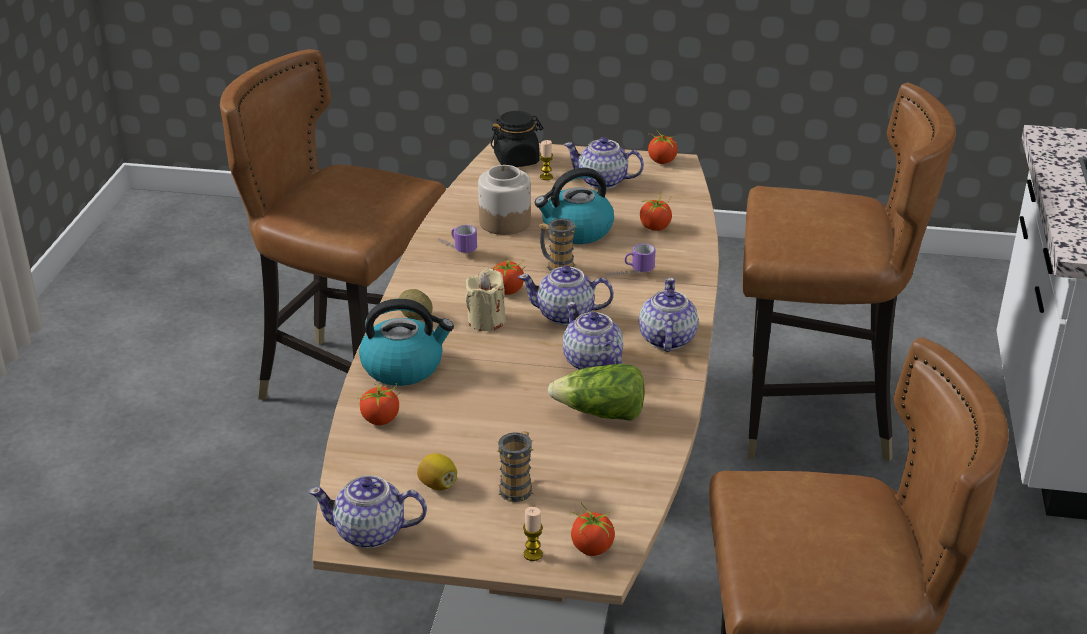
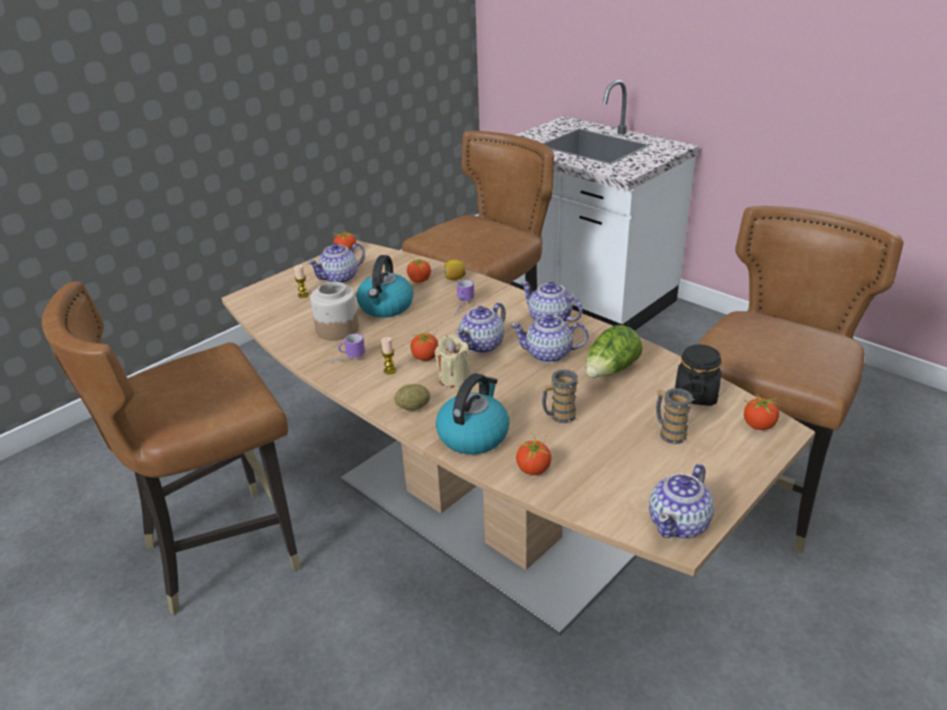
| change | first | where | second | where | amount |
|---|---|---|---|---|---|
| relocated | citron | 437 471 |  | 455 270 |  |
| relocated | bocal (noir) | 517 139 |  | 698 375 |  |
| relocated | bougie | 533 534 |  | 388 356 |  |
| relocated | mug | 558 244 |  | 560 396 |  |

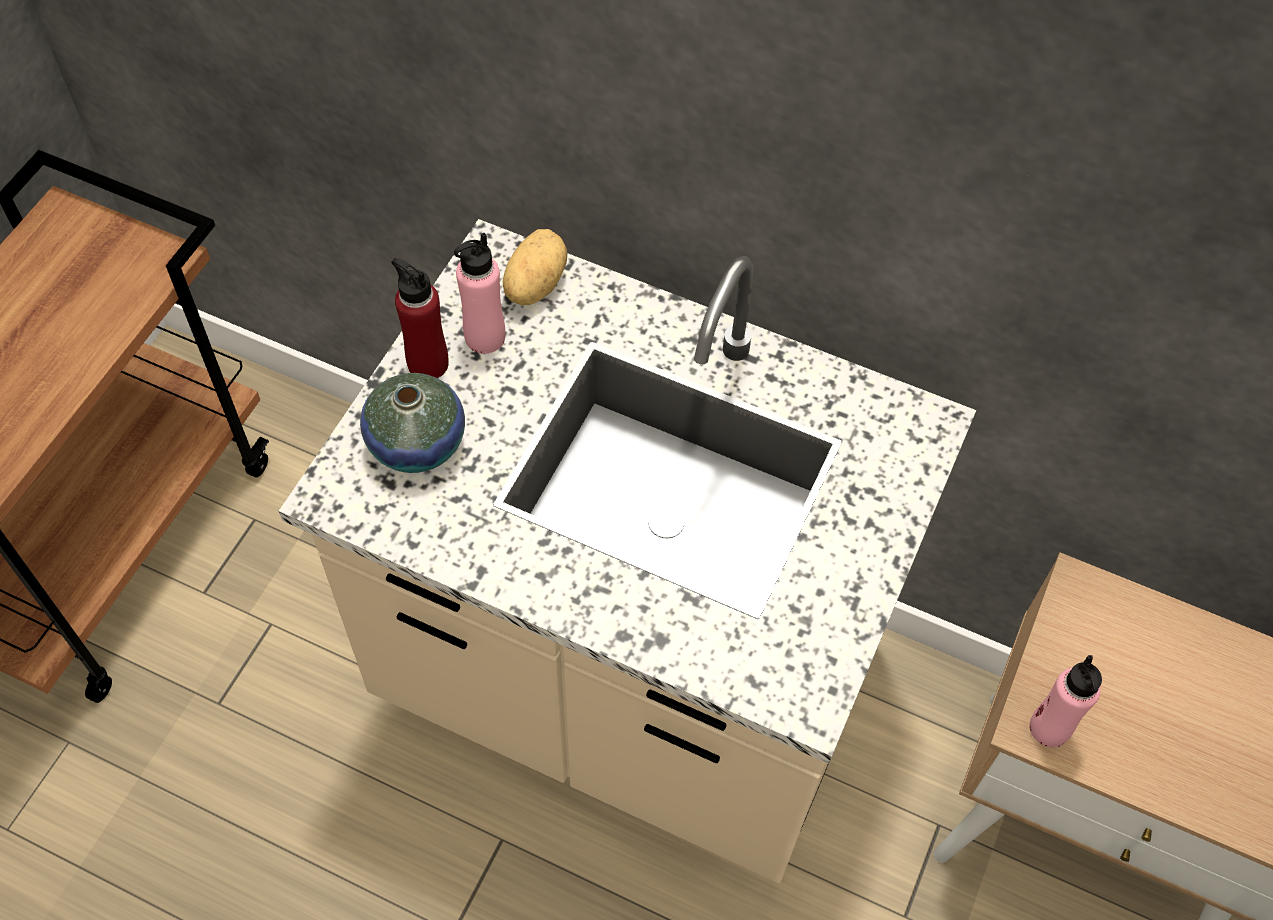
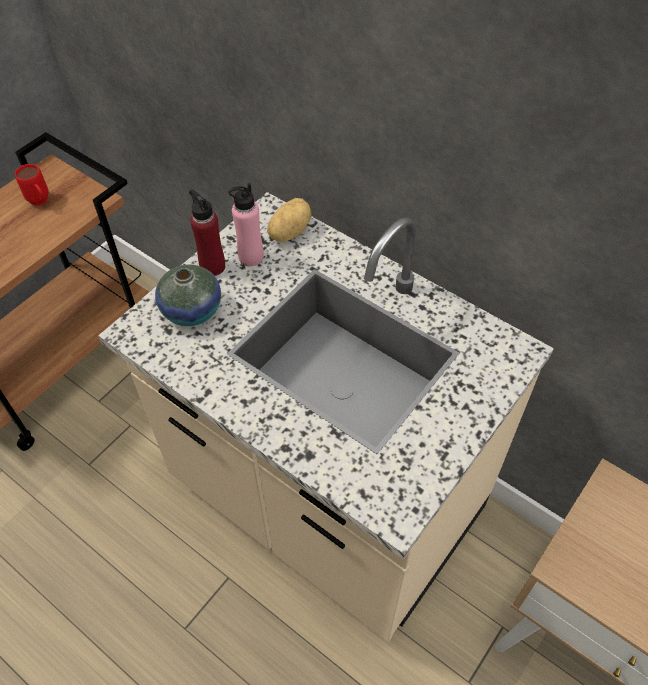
| change | first | where | second | where | amount |
|---|---|---|---|---|---|
| missing | bouteille (rose) | 1066 701 |  |  |  |
| appeared |  |  | mug (rouge) | 32 184 |  |

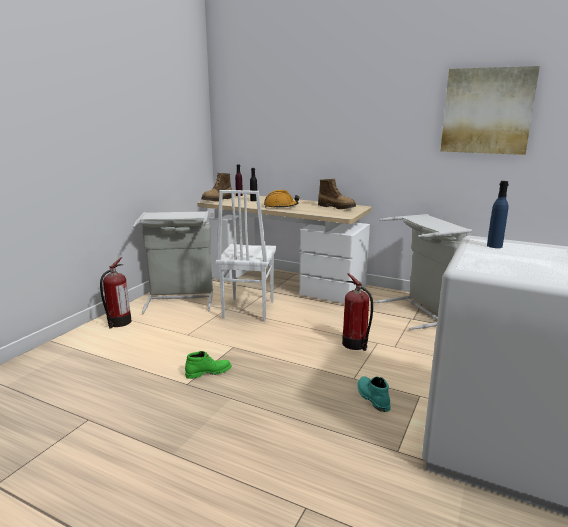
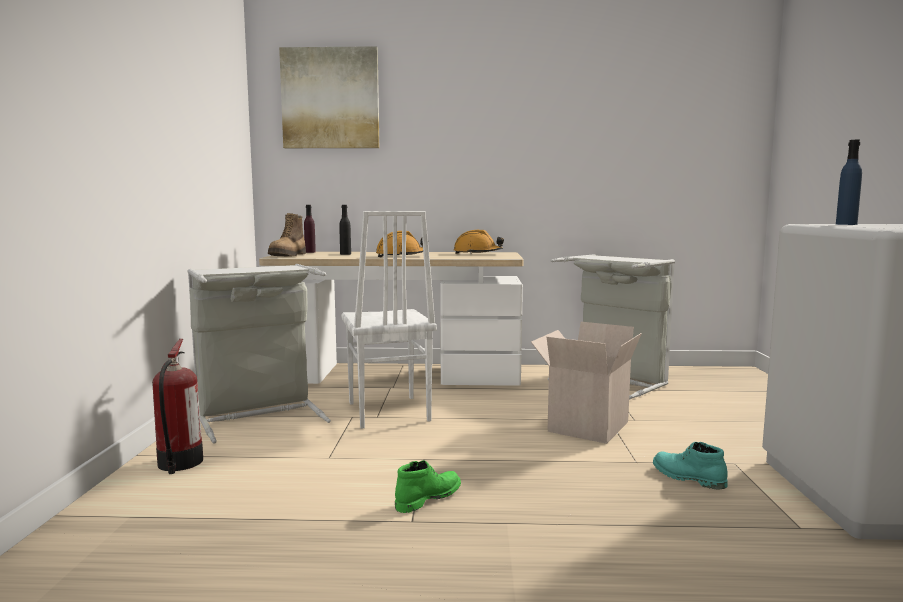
| change | first | where | second | where | amount |
|---|---|---|---|---|---|
| exchanged | botte | 337 193 | casque de chantier (orange) | 479 242 |  |
| exchanged | extincteur | 357 312 | carton | 586 383 |  |
| relocated | tableau | 490 110 |  | 329 97 |  |

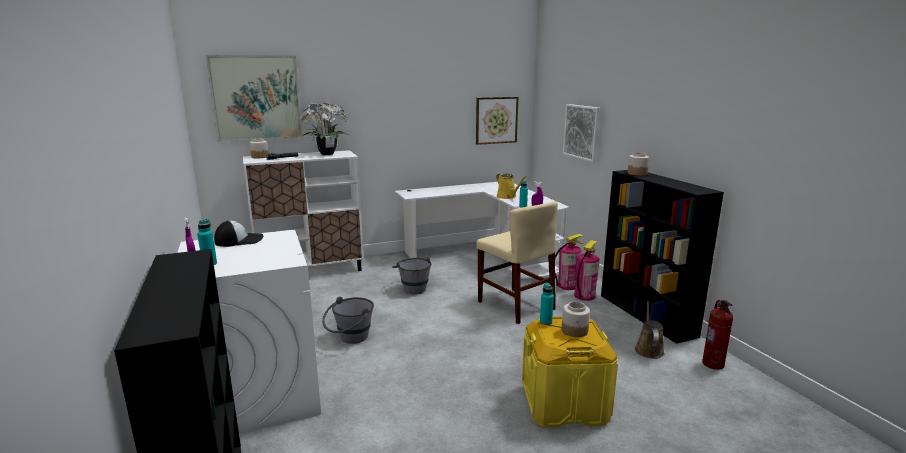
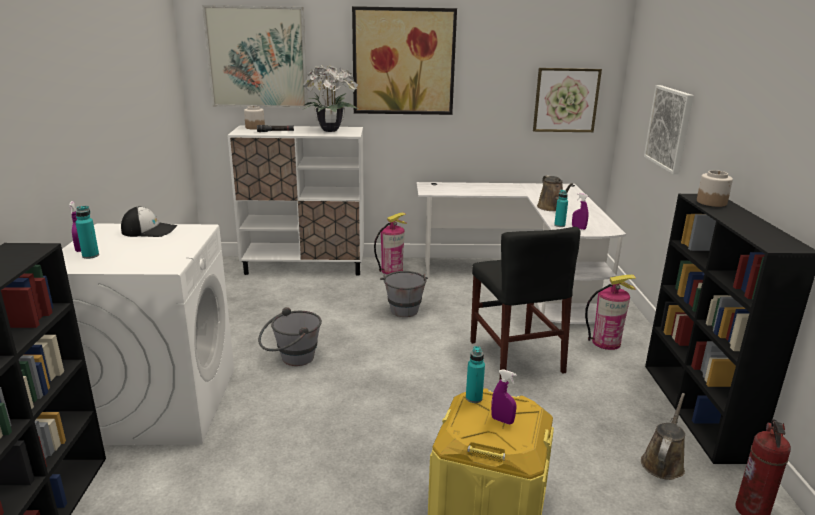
| change | first | where | second | where | amount |
|---|---|---|---|---|---|
| colour | chaise (beige) | 517 262 | chaise (noir) | 525 303 |  |
| colour | arrosoir (jaune) | 511 186 | arrosoir (marron) | 555 193 |  |
| exchanged | bocal | 576 319 | vaporisateur (violet) | 504 396 |  |
| relocated | extincteur | 587 270 |  | 390 243 |  |
| appeared |  |  | tableau | 404 60 |  |

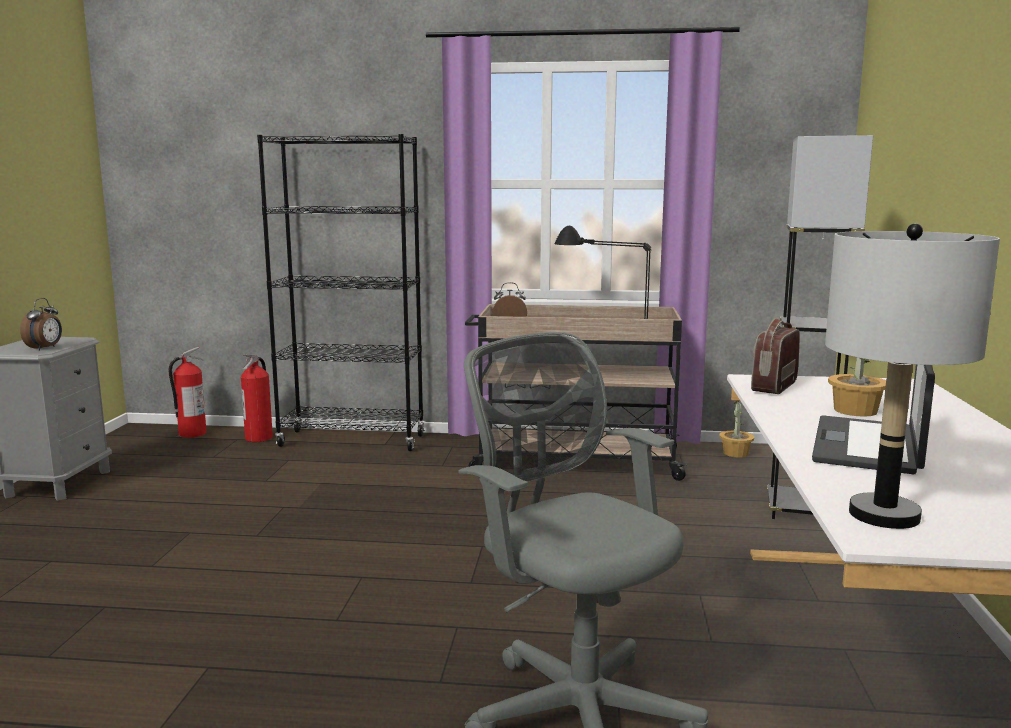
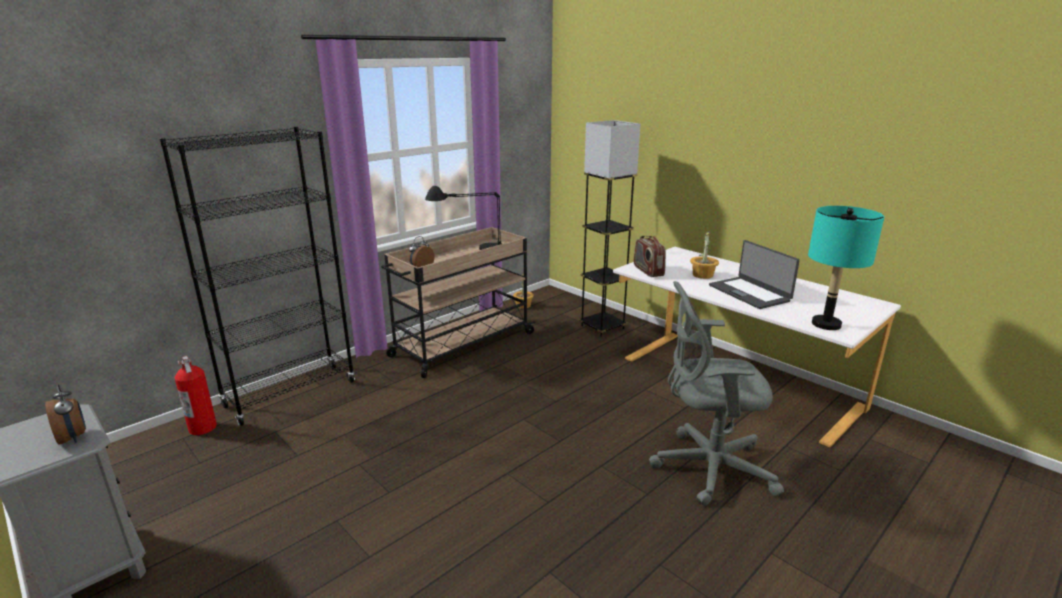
| change | first | where | second | where | amount |
|---|---|---|---|---|---|
| missing | extincteur | 188 392 |  |  |  |
| colour | lampe de table (gris) | 912 376 | lampe de table (turquoise) | 846 268 |  |

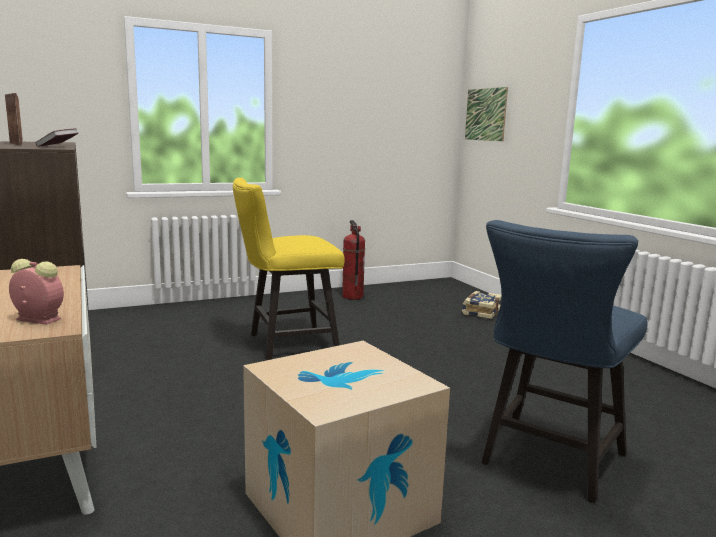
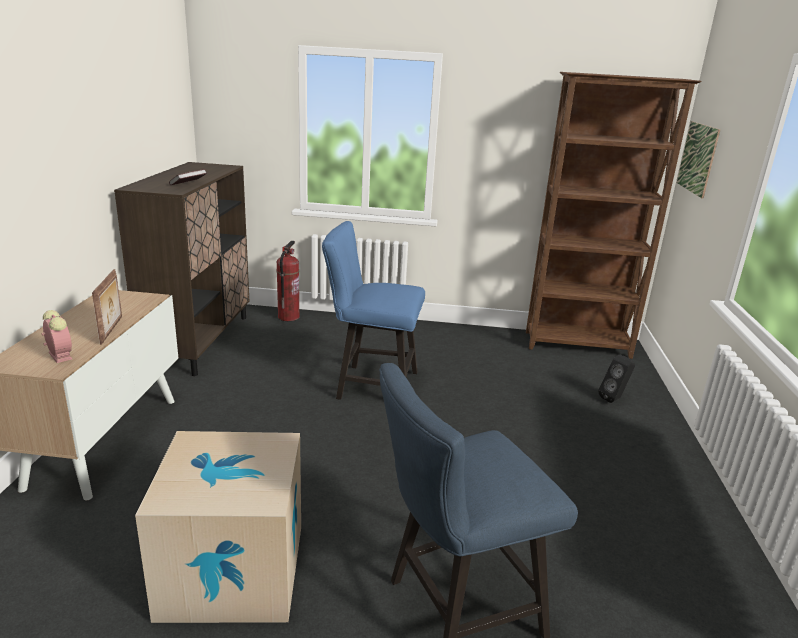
| change | first | where | second | where | amount |
|---|---|---|---|---|---|
| relocated | cadre photo | 14 119 |  | 107 307 |  |
| colour | chaise (jaune) | 289 269 | chaise (bleu) | 373 310 |  |
| relocated | extincteur | 353 260 |  | 287 281 |  |
| exchanged | livre | 481 305 | enceinte (noir) | 616 379 |  |
| appeared |  |  | bibliothèque (marron) | 613 215 |  |

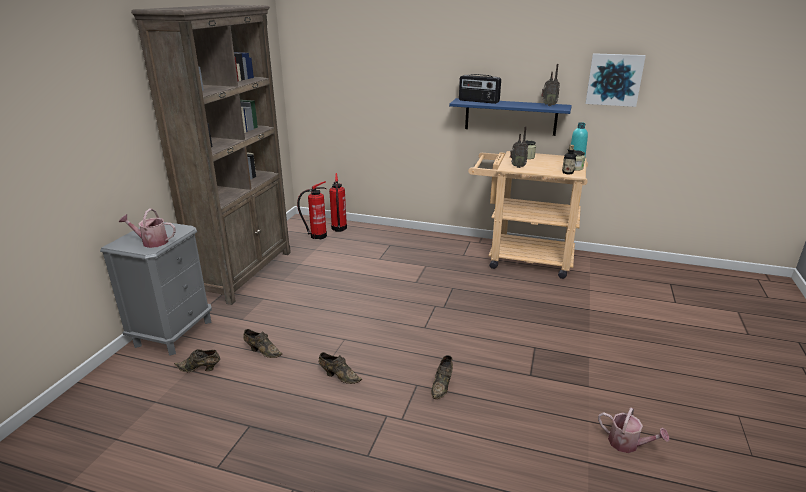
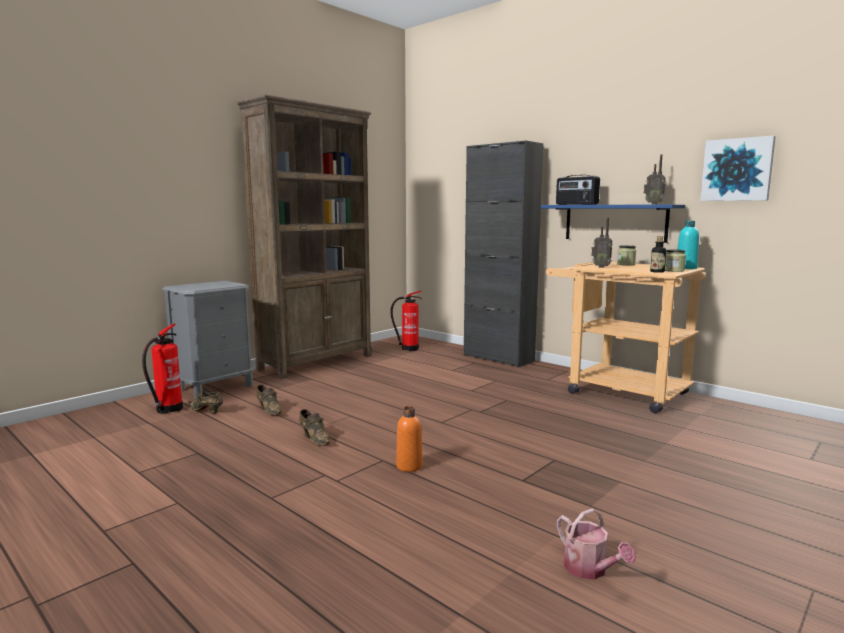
| change | first | where | second | where | amount |
|---|---|---|---|---|---|
| missing | arrosoir | 147 228 |  |  |  |
| relocated | extincteur | 338 202 |  | 162 369 |  |
| exchanged | chaussure (marron) | 442 377 | bouteille (orange) | 409 439 |  |
| appeared |  |  | meuble de rangement (noir) | 503 253 |  |

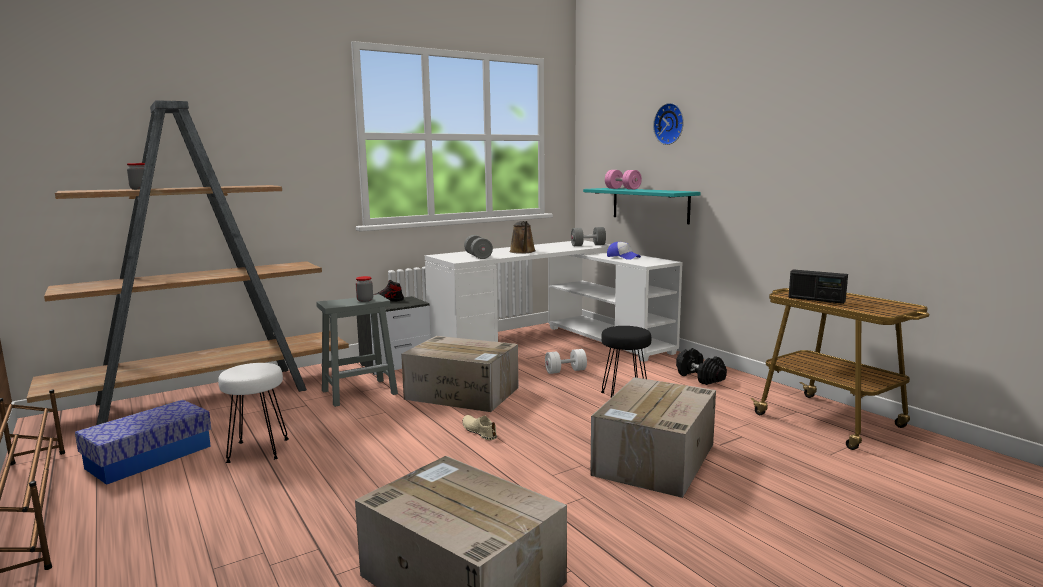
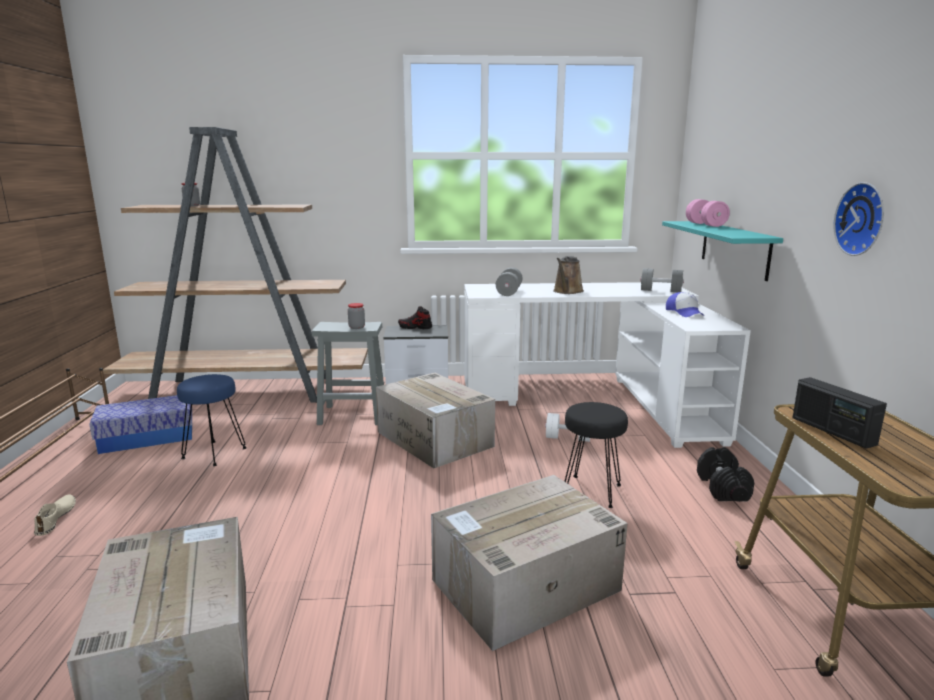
| change | first | where | second | where | amount |
|---|---|---|---|---|---|
| colour | tabouret (blanc) | 253 413 | tabouret (bleu) | 212 420 |  |
| relocated | chaussure (beige) | 479 427 |  | 55 515 |  |
| relocated | horloge murale | 668 124 |  | 858 219 |  |

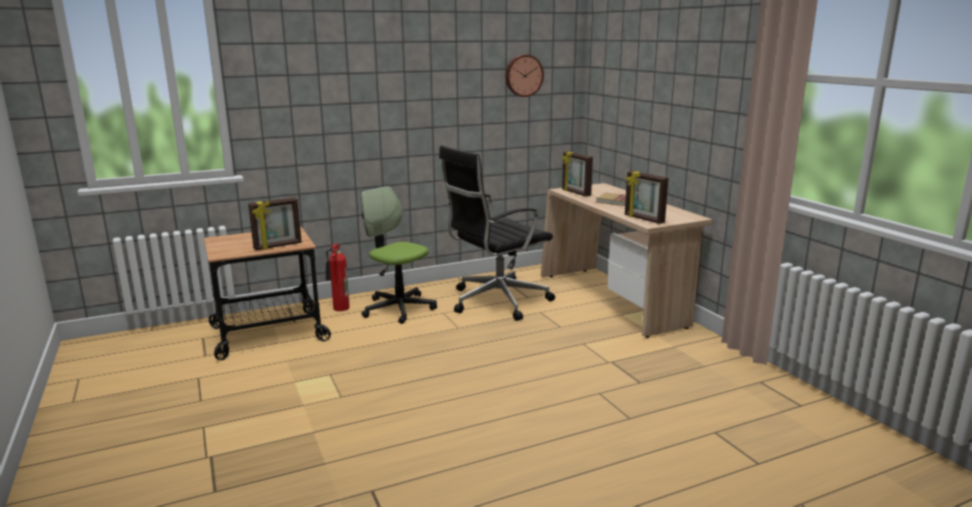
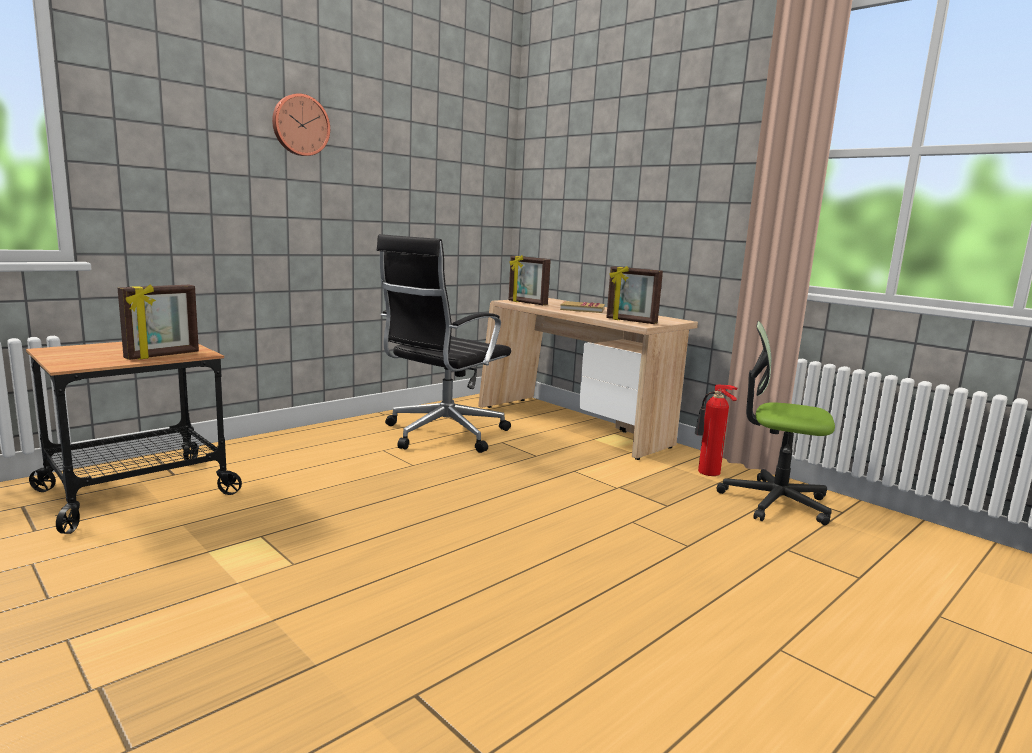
| change | first | where | second | where | amount |
|---|---|---|---|---|---|
| relocated | extincteur | 338 277 |  | 716 430 |  |
| relocated | chaise de bureau | 399 255 |  | 776 423 |  |
| relocated | horloge murale | 524 76 |  | 301 124 |  |

